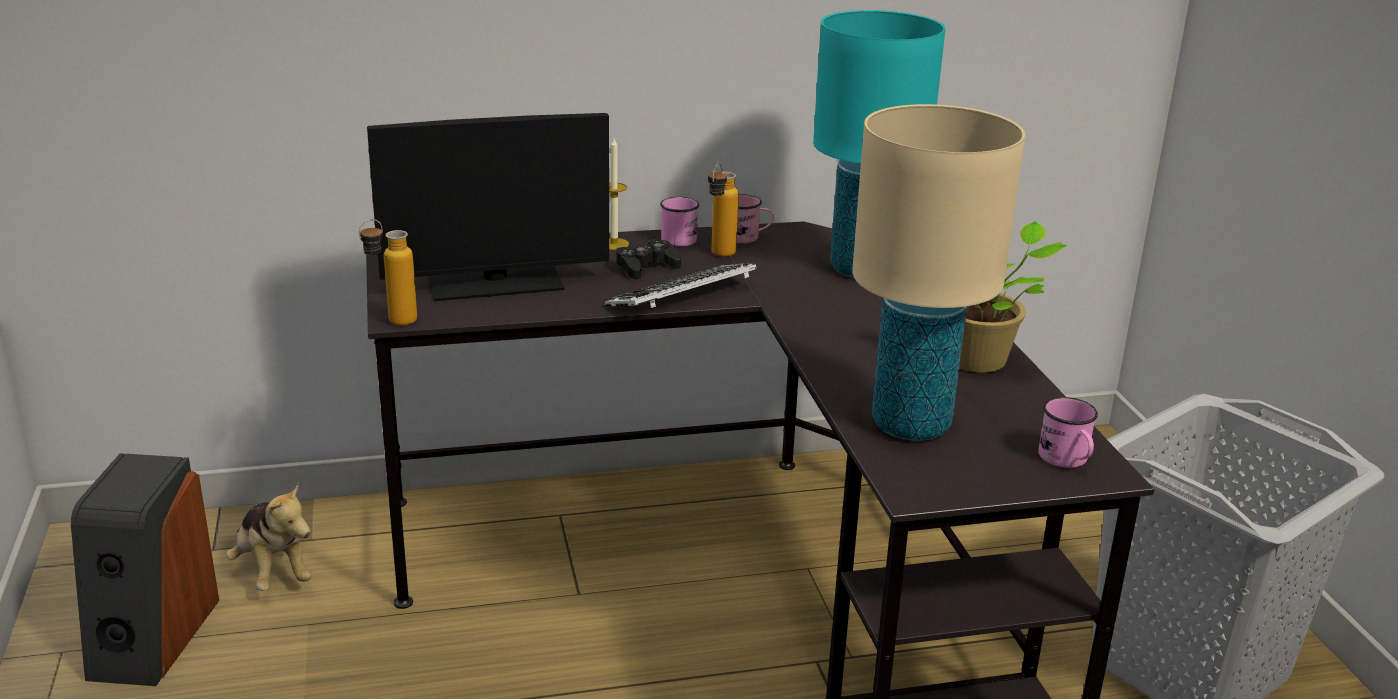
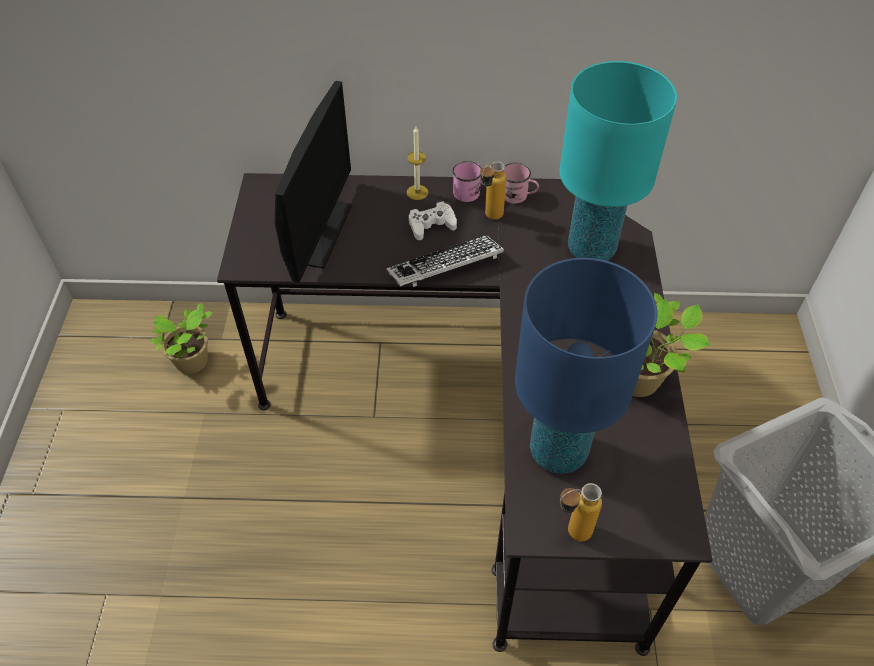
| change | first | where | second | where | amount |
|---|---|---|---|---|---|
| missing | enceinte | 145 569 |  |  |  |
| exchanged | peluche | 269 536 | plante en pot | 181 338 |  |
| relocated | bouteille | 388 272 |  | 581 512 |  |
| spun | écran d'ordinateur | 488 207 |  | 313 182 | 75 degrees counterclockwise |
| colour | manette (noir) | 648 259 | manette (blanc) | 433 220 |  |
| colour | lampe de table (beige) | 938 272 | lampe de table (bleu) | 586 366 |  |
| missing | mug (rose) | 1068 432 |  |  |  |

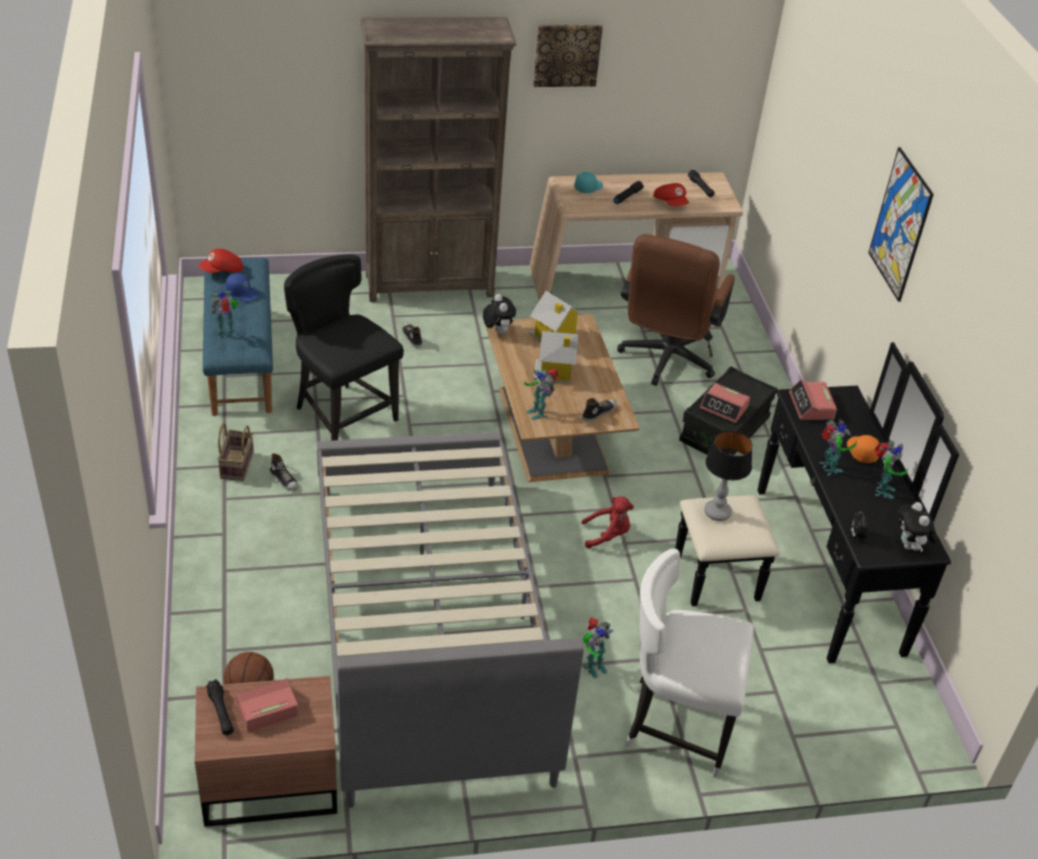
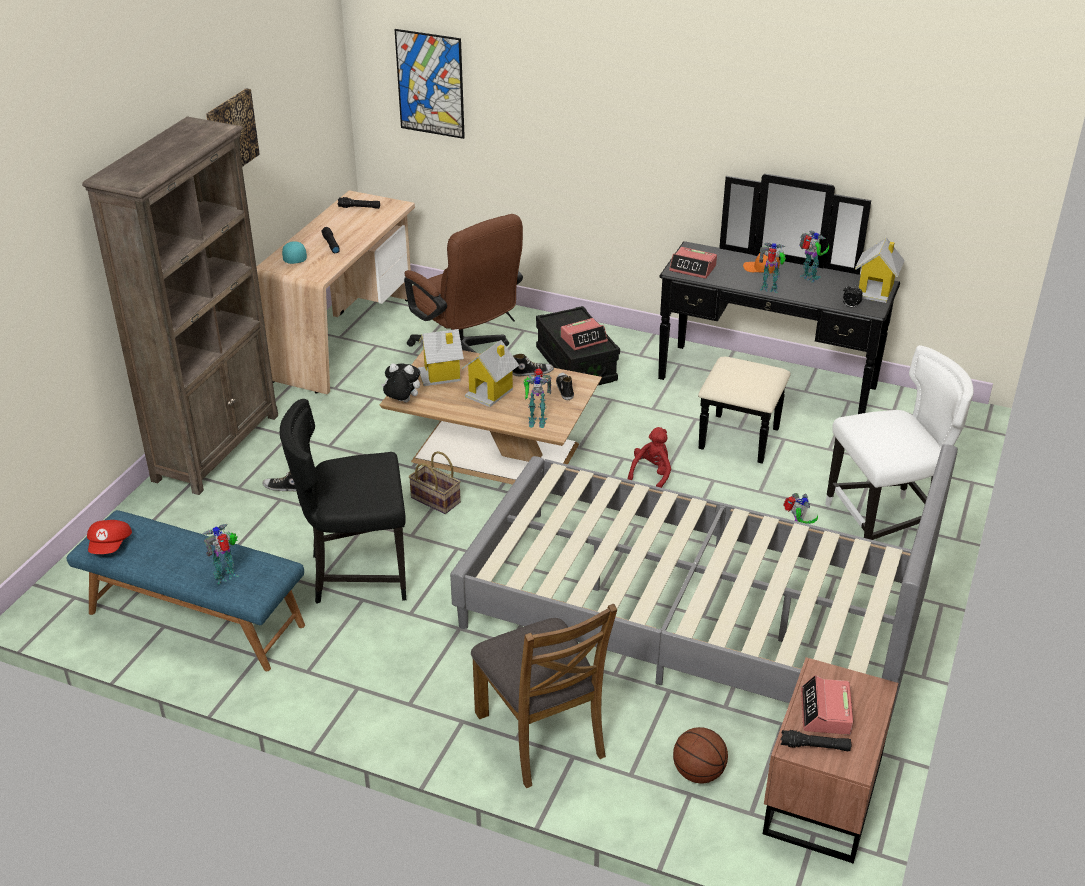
| change | first | where | second | where | amount |
|---|---|---|---|---|---|
| spun | robot jouet | 224 314 |  | 221 554 | 45 degrees clockwise |
| relocated | panier | 235 452 |  | 435 482 |  |
| missing | casquette (bleu) | 242 287 |  |  |  |
| relocated | chaussure | 284 472 |  | 533 365 |  |
| spun | chaise (blanc) | 689 663 |  | 899 442 | 150 degrees counterclockwise |
| missing | casquette (rouge) | 671 194 |  |  |  |
| missing | lampe de table | 728 476 |  |  |  |
| relocated | tableau | 901 224 |  | 430 84 |  |
| exchanged | peluche | 918 527 | maison miniature | 880 270 |  |
| appeared |  |  | chaise (marron) | 544 696 |  |

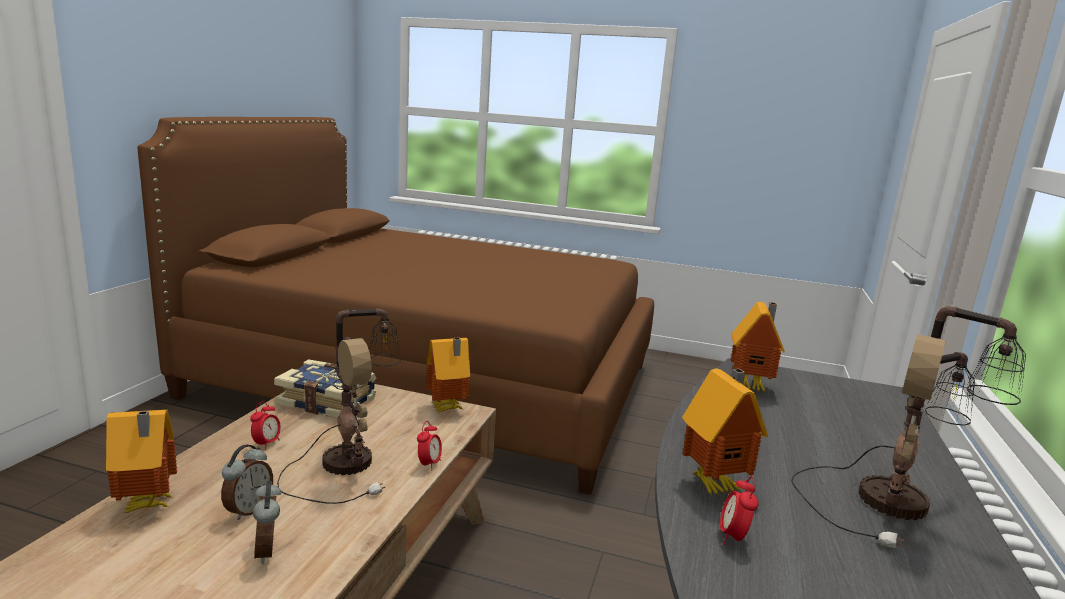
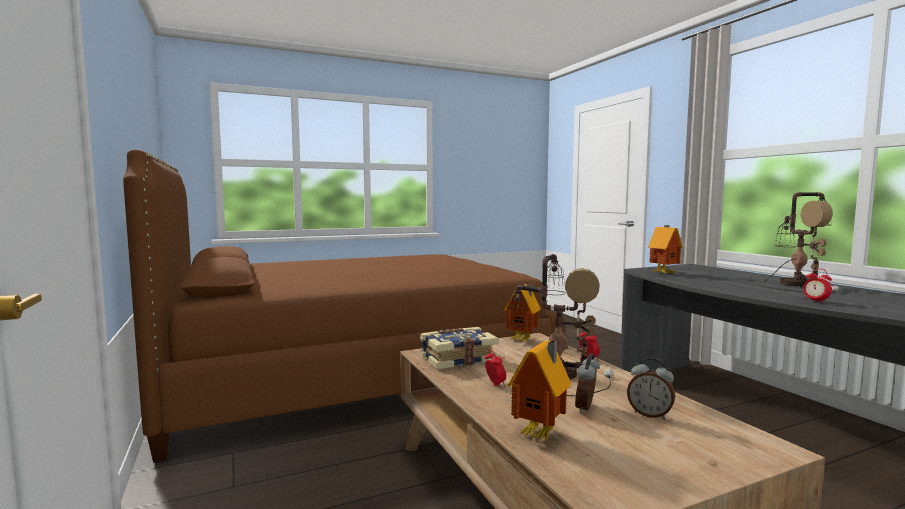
| change | first | where | second | where | amount |
|---|---|---|---|---|---|
| spun | réveil | 247 482 |  | 587 383 | 135 degrees counterclockwise |
| missing | maison miniature | 725 431 |  |  |  |

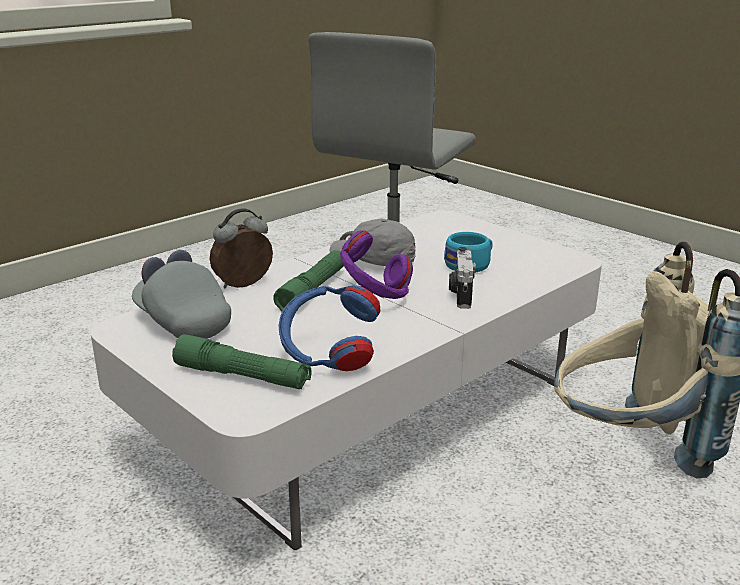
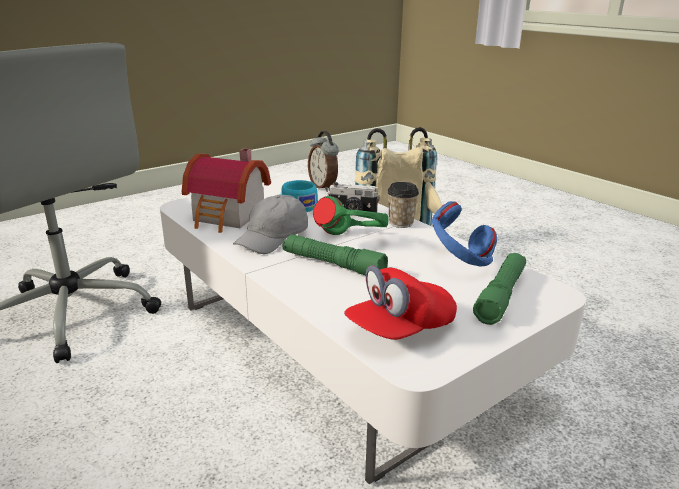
| change | first | where | second | where | amount |
|---|---|---|---|---|---|
| colour | casquette (gris) | 181 294 | casquette (rouge) | 400 302 |  |
| relocated | réveil | 241 248 |  | 323 161 |  |
| colour | casque audio (violet) | 376 265 | casque audio (vert) | 350 215 |  |
| appeared |  |  | maison miniature | 226 190 |  |
| appeared |  |  | tasse | 403 205 |  |

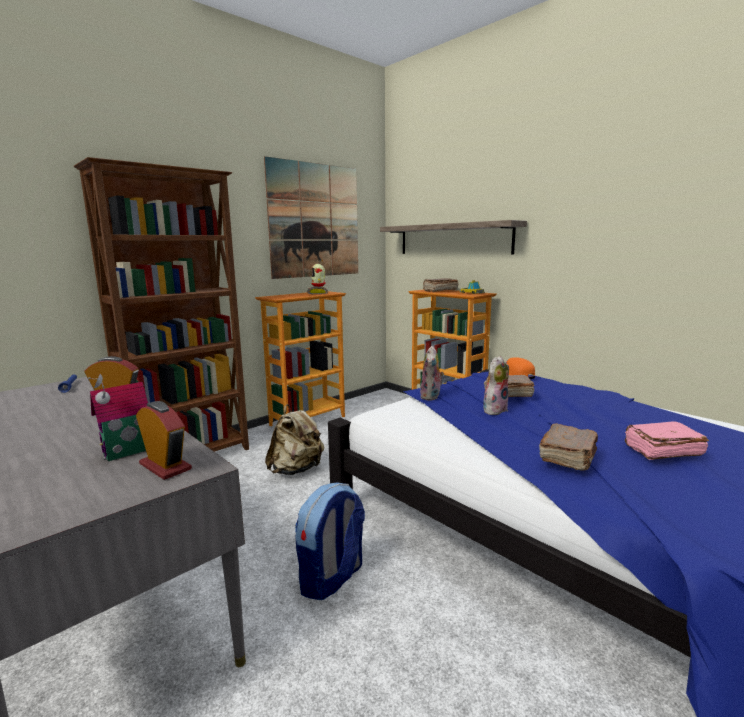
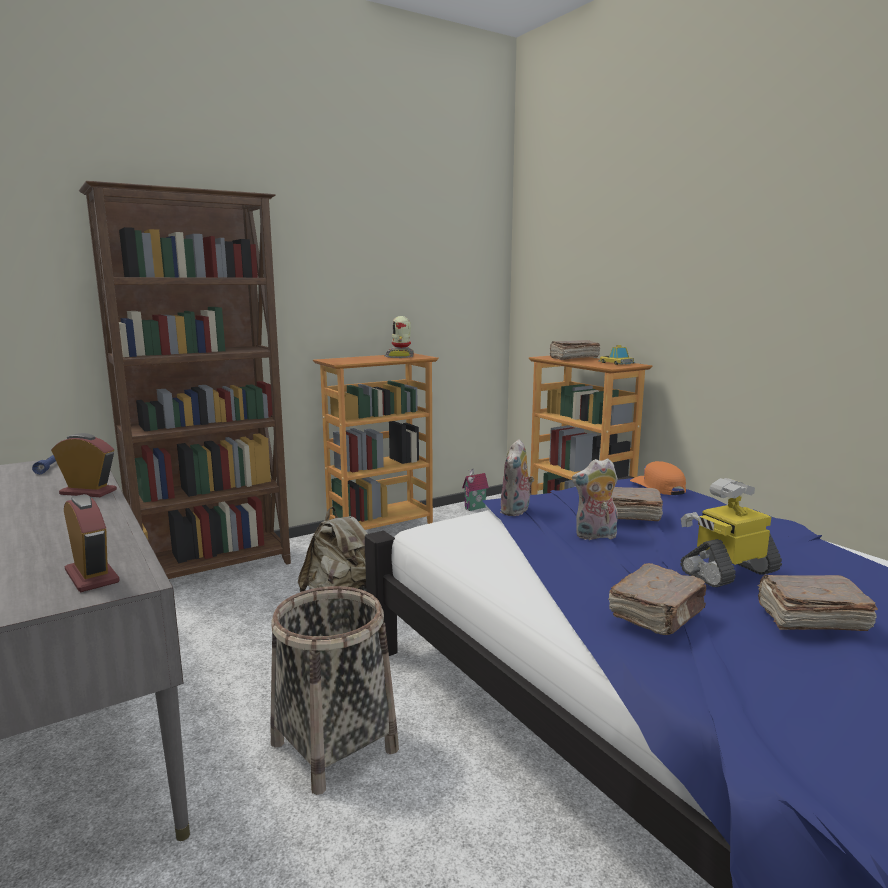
| change | first | where | second | where | amount |
|---|---|---|---|---|---|
| relocated | maison miniature | 118 417 |  | 475 489 |  |
| missing | tableau | 311 217 |  |  |  |
| exchanged | sac à dos | 330 541 | panier | 334 690 |  |
| missing | étagère | 453 237 |  |  |  |
| spun | peluche | 496 385 |  | 595 499 | 150 degrees counterclockwise |
| colour | livre (rose) | 666 440 | livre (marron) | 818 603 |  |
| appeared |  |  | robot jouet | 731 532 |  |

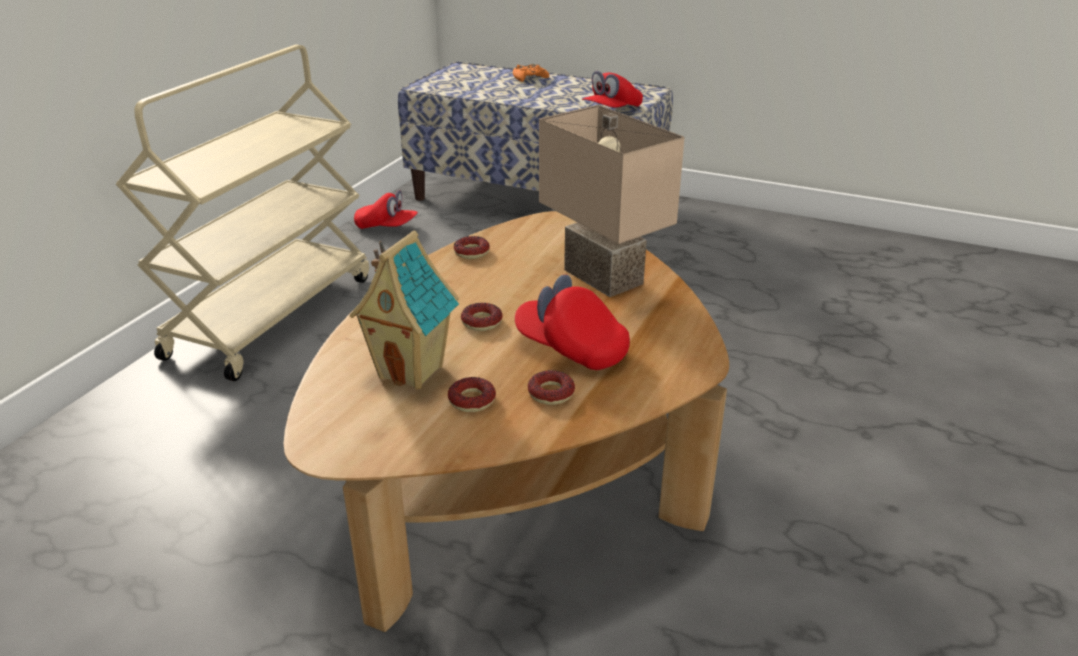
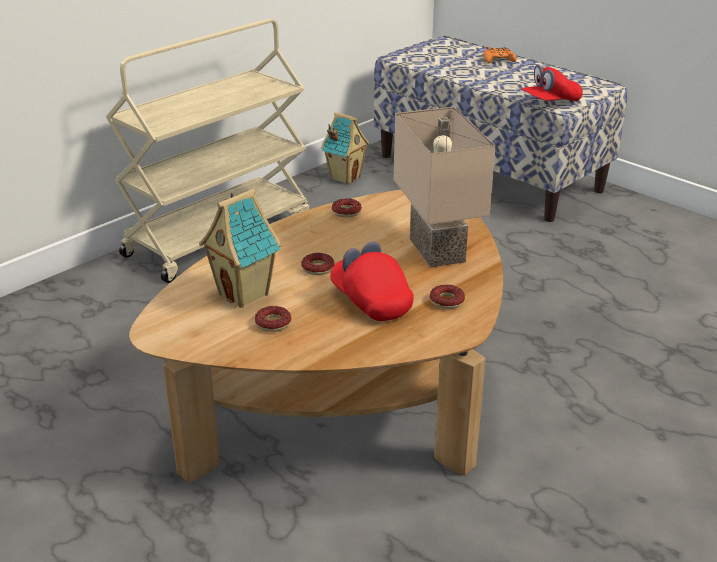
| change | first | where | second | where | amount |
|---|---|---|---|---|---|
| exchanged | casquette (rouge) | 386 209 | maison miniature | 345 148 |  |
| relocated | beignet | 551 387 |  | 447 297 |  |

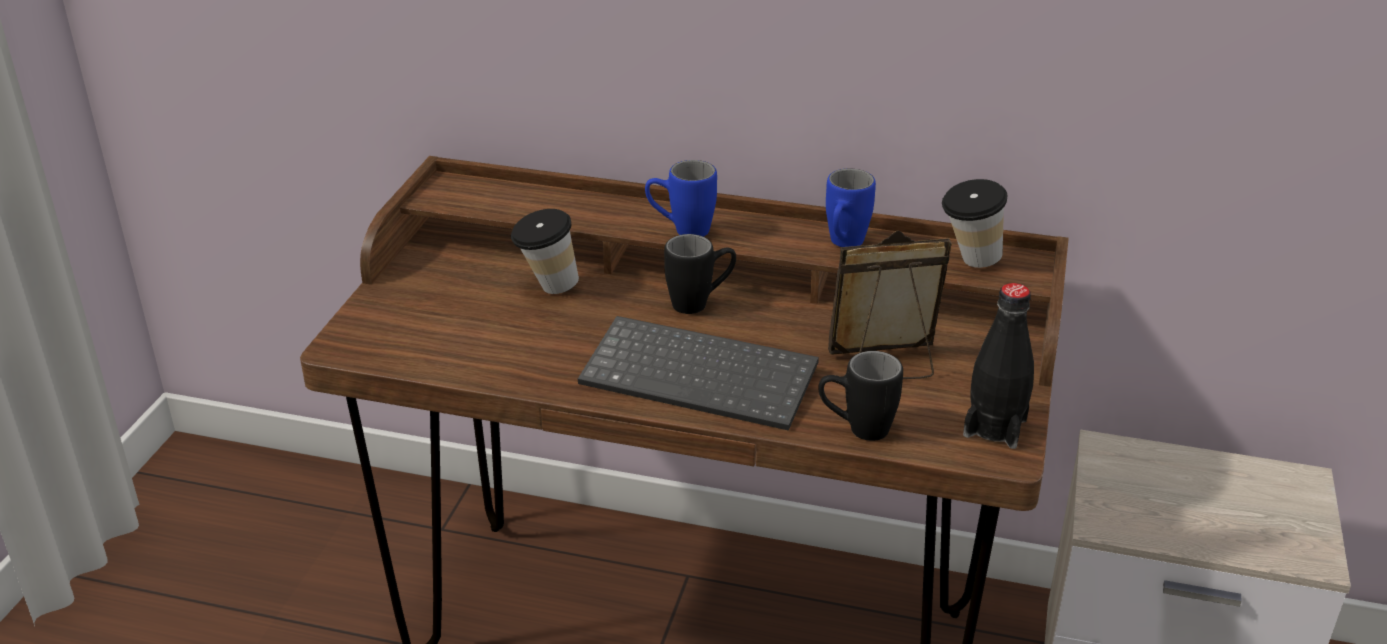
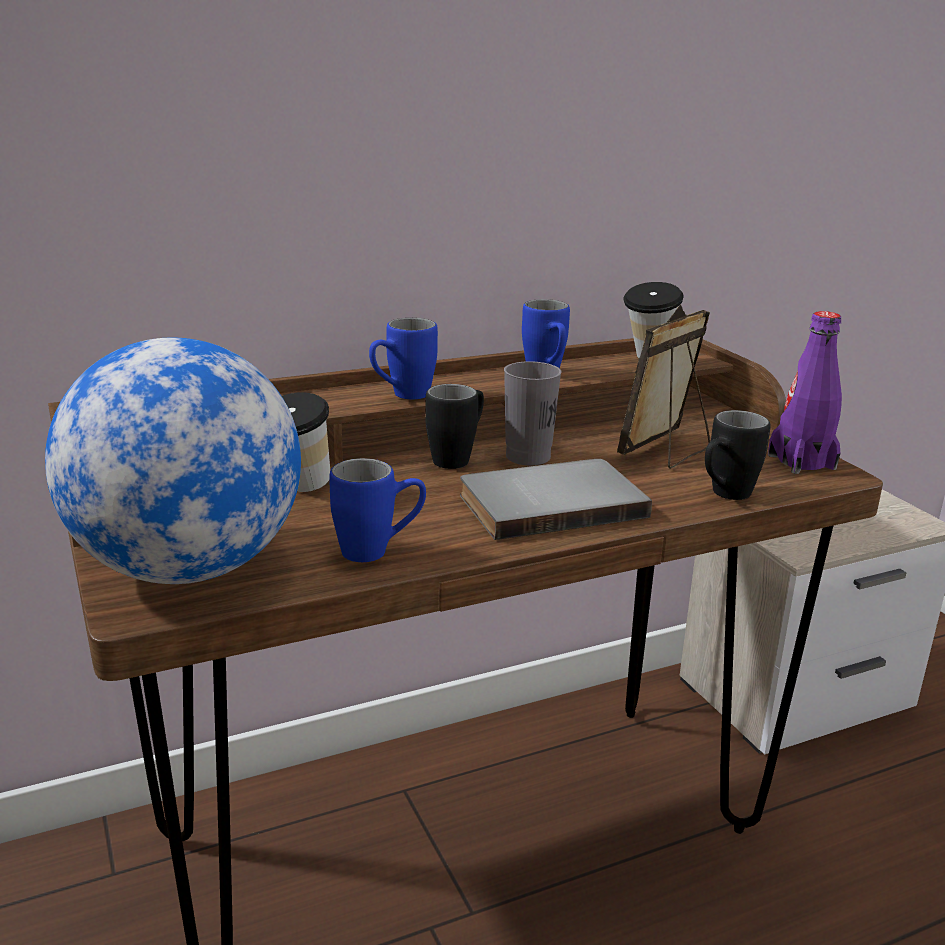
| change | first | where | second | where | amount |
|---|---|---|---|---|---|
| exchanged | clavier | 698 373 | livre (gris) | 556 499 |  |
| colour | bouteille (noir) | 998 366 | bouteille (violet) | 805 392 |  |
| appeared |  |  | globe | 173 460 |  |
| appeared |  |  | mug (bleu) | 377 510 |  |
| appeared |  |  | tasse (gris) | 533 413 |  |

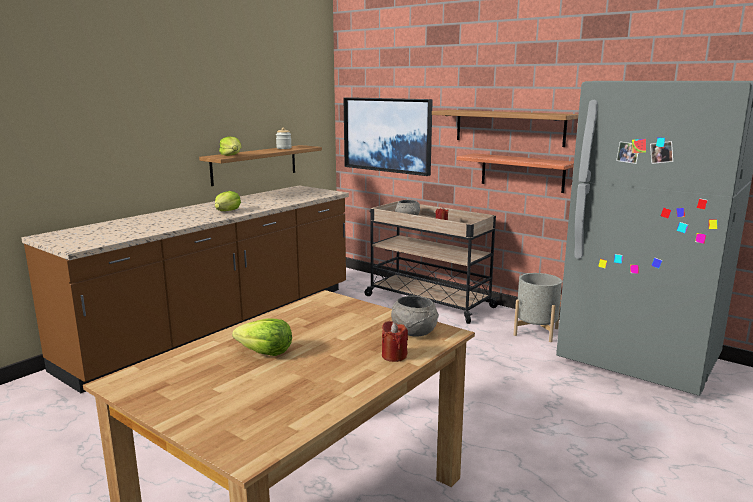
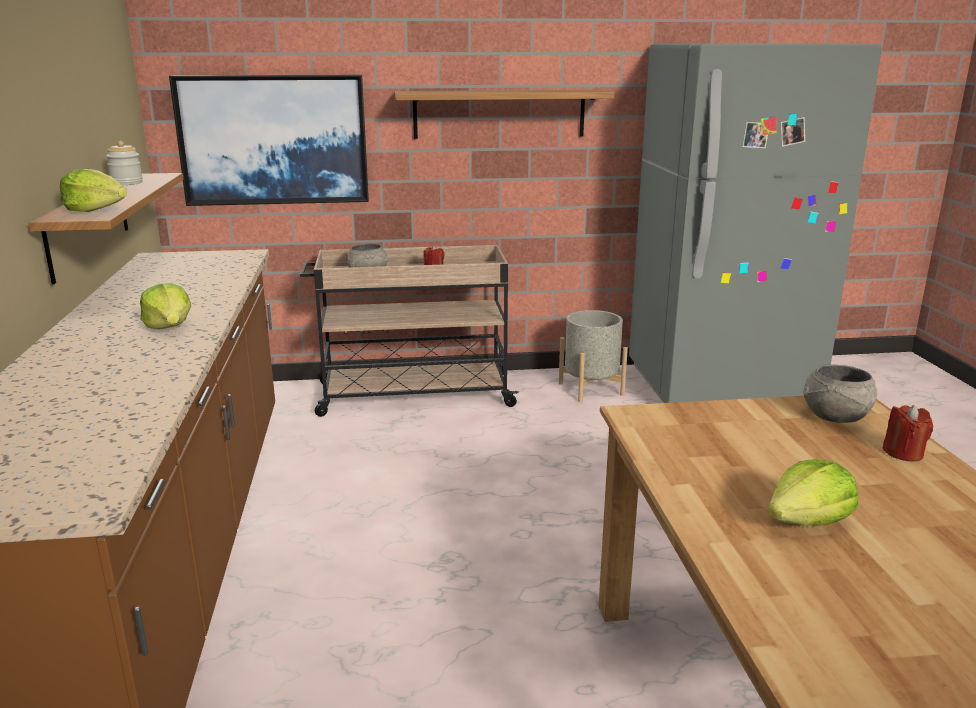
| change | first | where | second | where | amount |
|---|---|---|---|---|---|
| missing | étagère | 515 173 |  |  |  |

